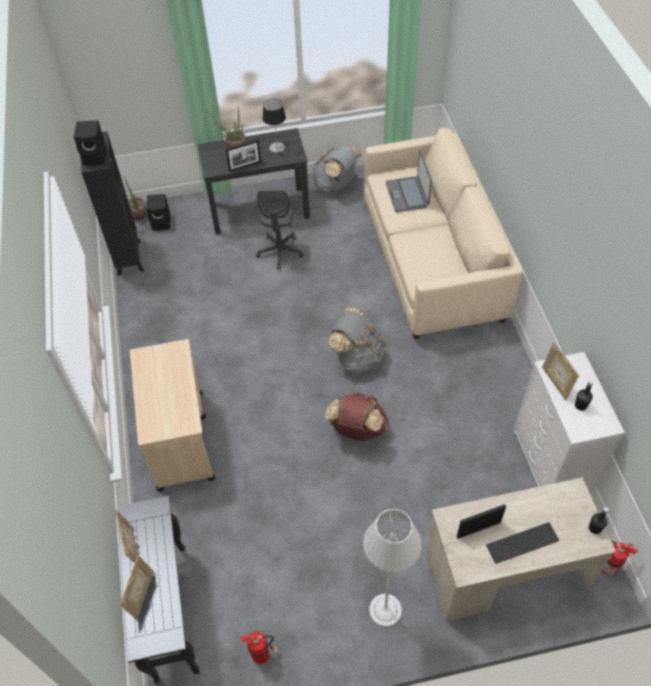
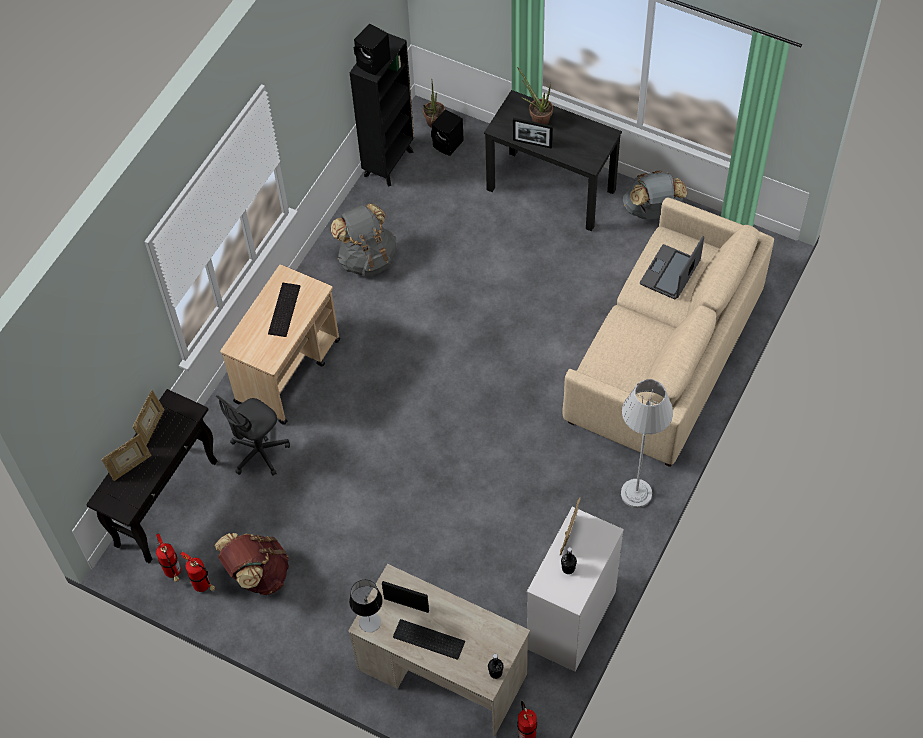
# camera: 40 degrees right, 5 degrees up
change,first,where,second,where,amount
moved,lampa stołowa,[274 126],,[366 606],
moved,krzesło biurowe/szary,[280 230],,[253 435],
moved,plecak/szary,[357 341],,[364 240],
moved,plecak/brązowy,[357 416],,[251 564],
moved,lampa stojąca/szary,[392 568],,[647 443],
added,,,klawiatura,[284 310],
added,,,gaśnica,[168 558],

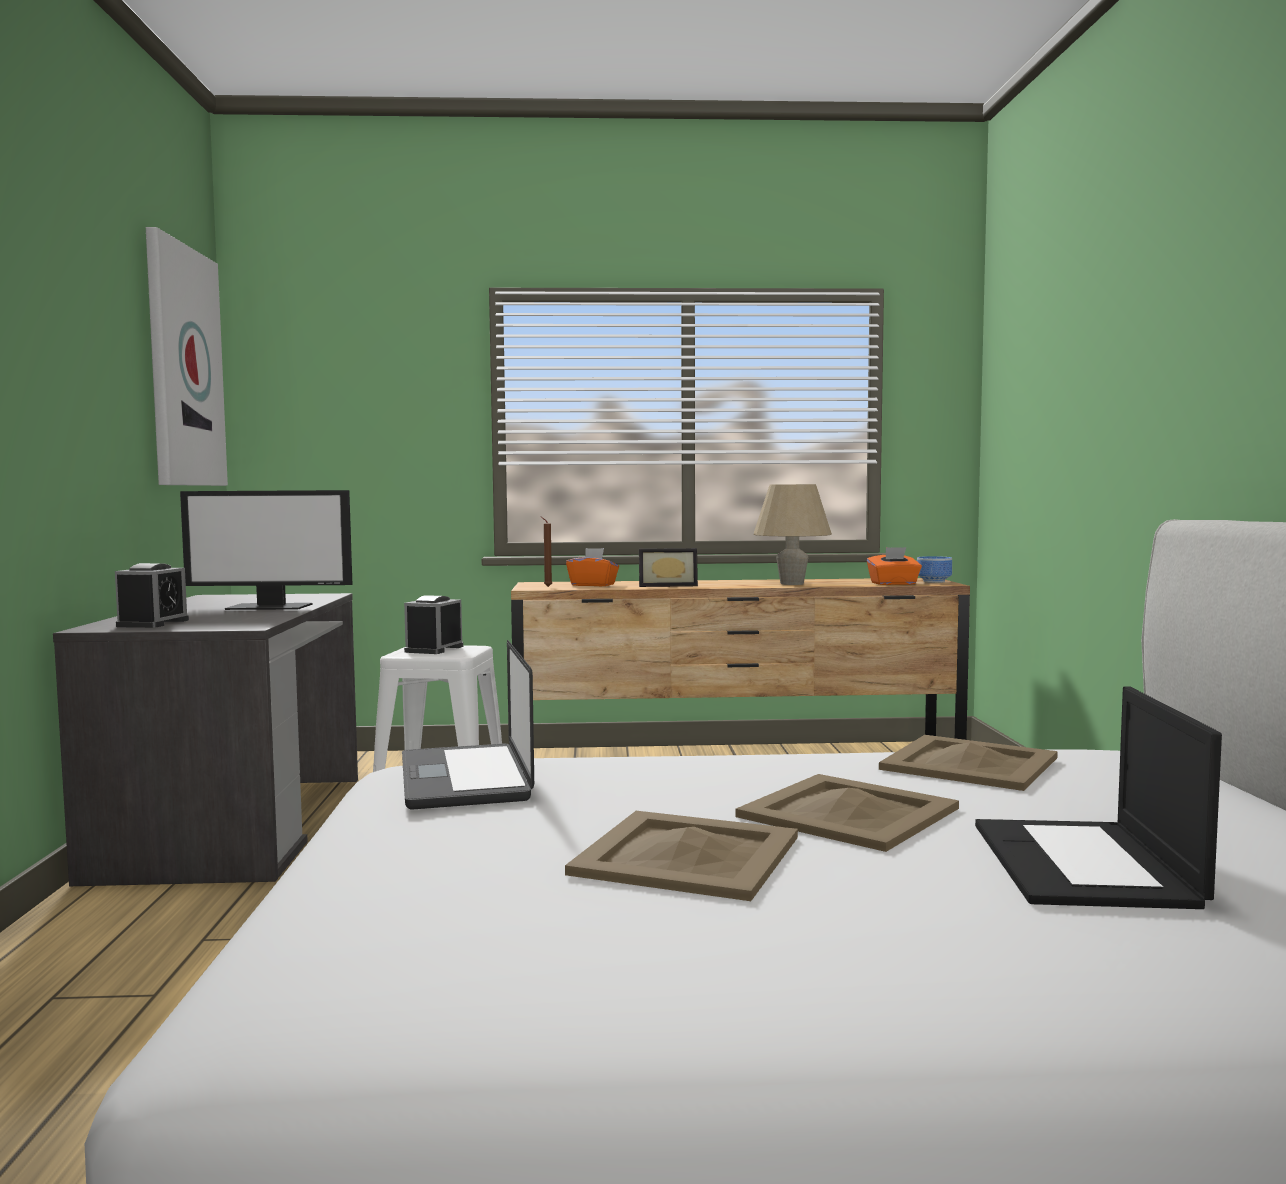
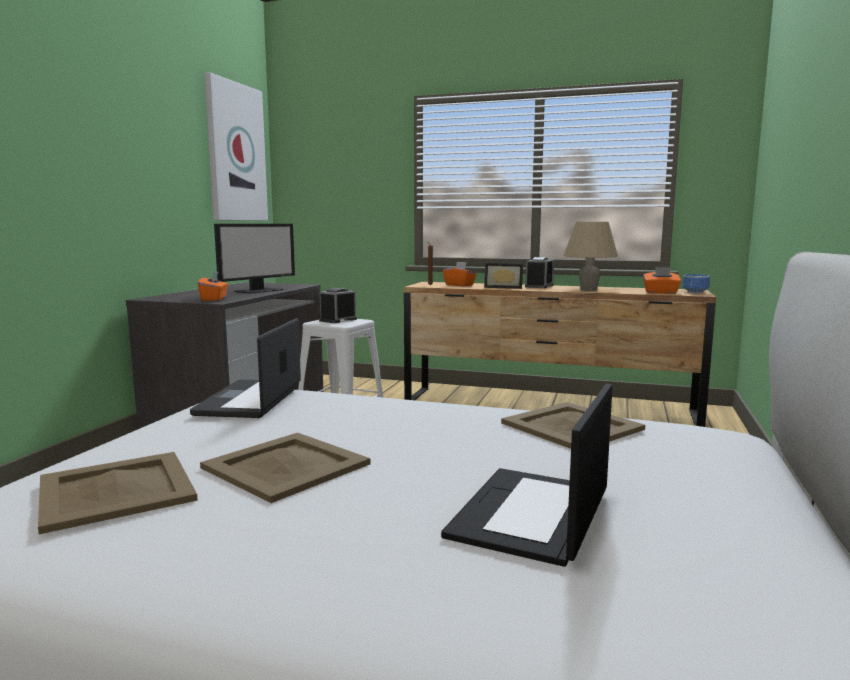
# camera: 20 degrees right, 5 degrees up
change,first,where,second,where,amount
turned,monitor,[266 550],,[254 259],75 degrees counterclockwise
moved,budzik,[152 595],,[539 272],
moved,taca/beżowy,[847 813],,[118 493],
added,,,pudełko chusteczek/pomarańczowy,[213 286],

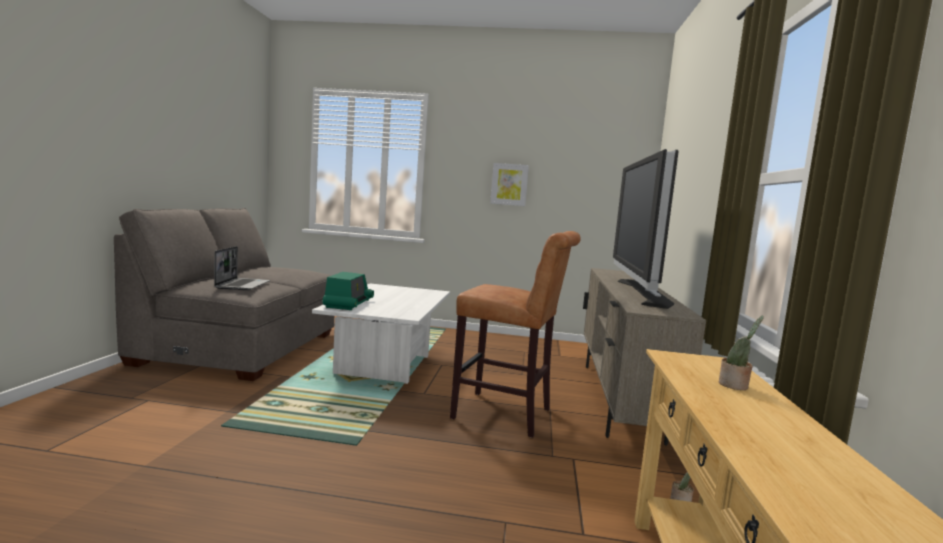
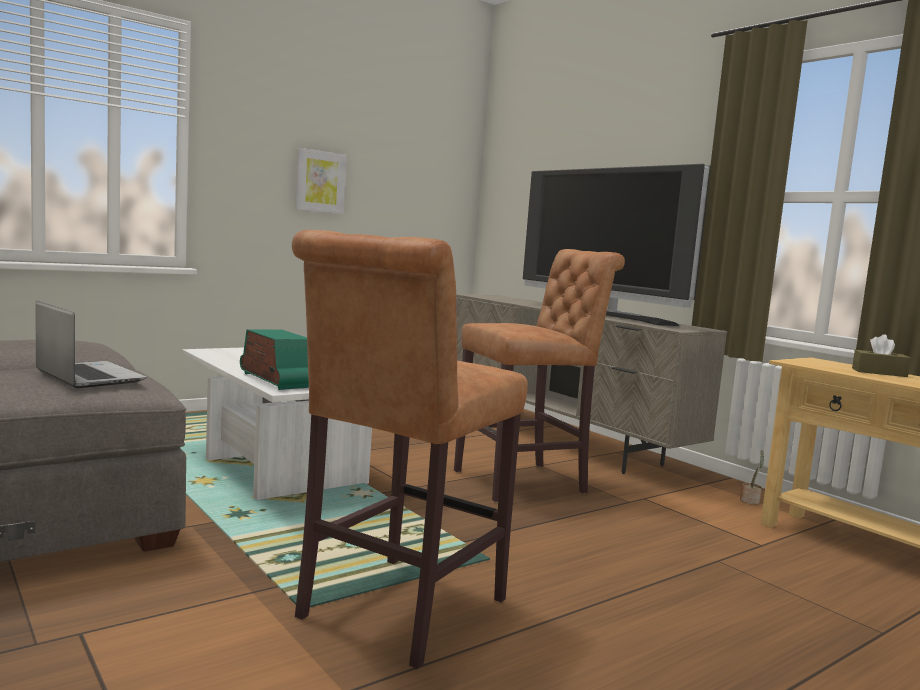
# camera: 45 degrees left, 0 degrees up
change,first,where,second,where,amount
replaced,roślina doniczkowa,[741 353],pudełko chusteczek/brązowy,[881 355],
added,,,stołek/brązowy,[410 449],

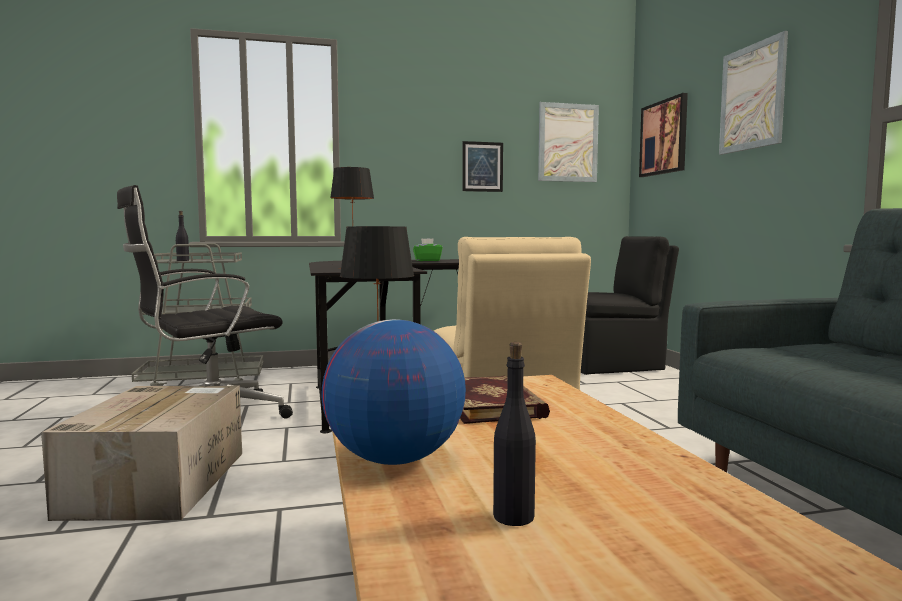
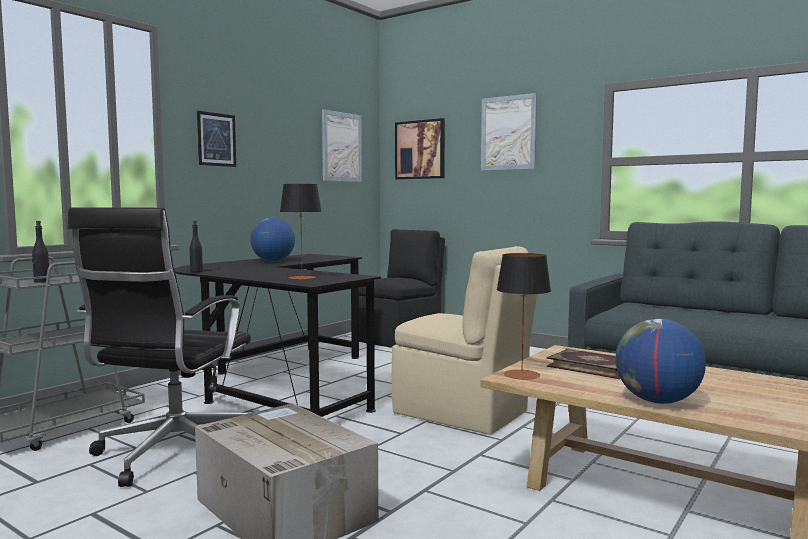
# camera: 40 degrees left, 0 degrees up
change,first,where,second,where,amount
moved,obraz,[482 166],,[216 139],
replaced,pudełko chusteczek/zielony,[428 249],globus,[272 239],
moved,butelka/czarny,[514 434],,[196 246],

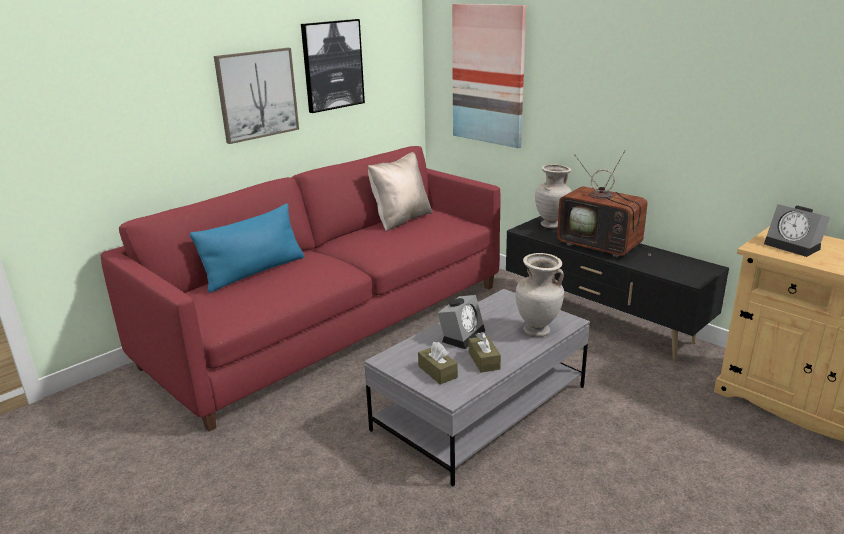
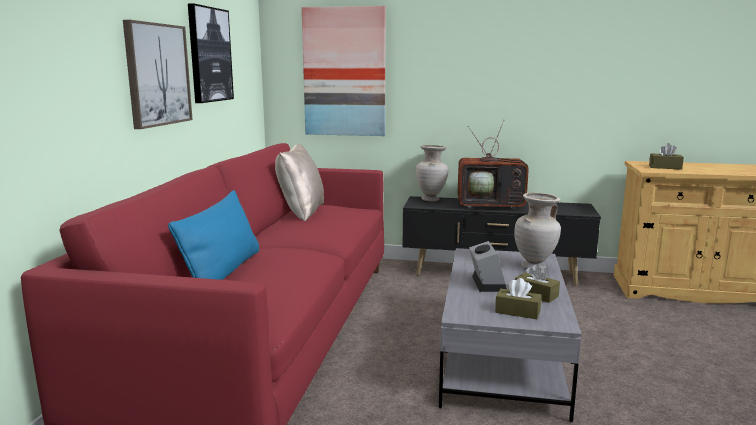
# camera: 35 degrees left, 10 degrees down
change,first,where,second,where,amount
replaced,budzik,[797 230],pudełko chusteczek/brązowy,[666 156],

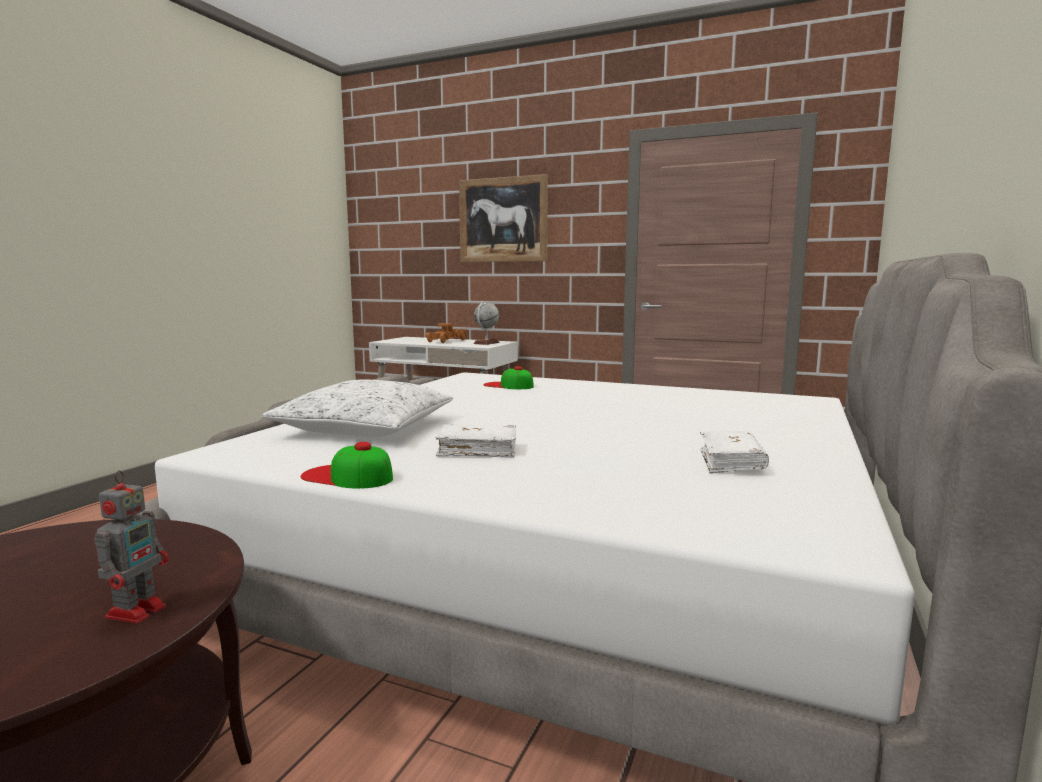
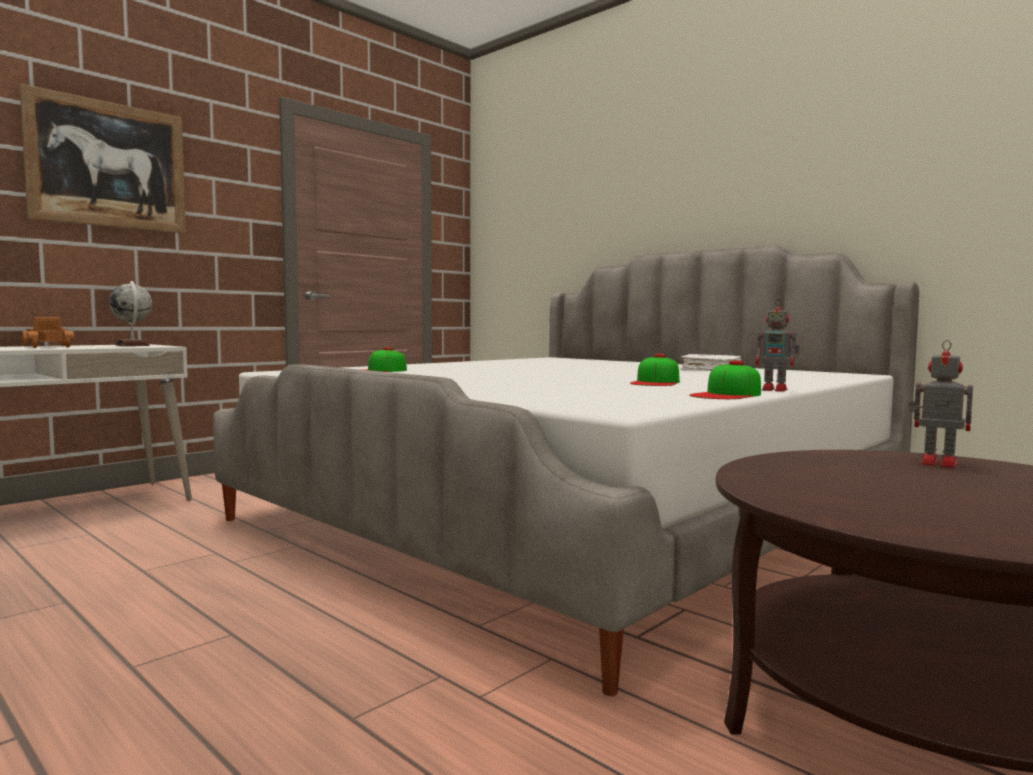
# camera: 70 degrees left, 5 degrees down
change,first,where,second,where,amount
removed,poduszka/biały,[357 408],,,
replaced,książka/biały,[476 441],czapka z daszkiem,[655 370],
added,,,robot zabawkowy,[778 345],

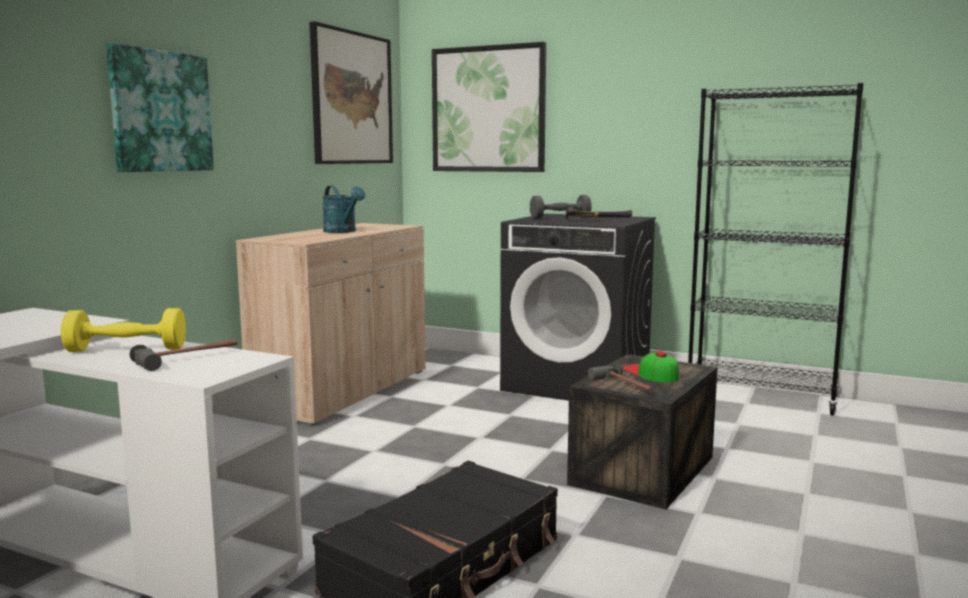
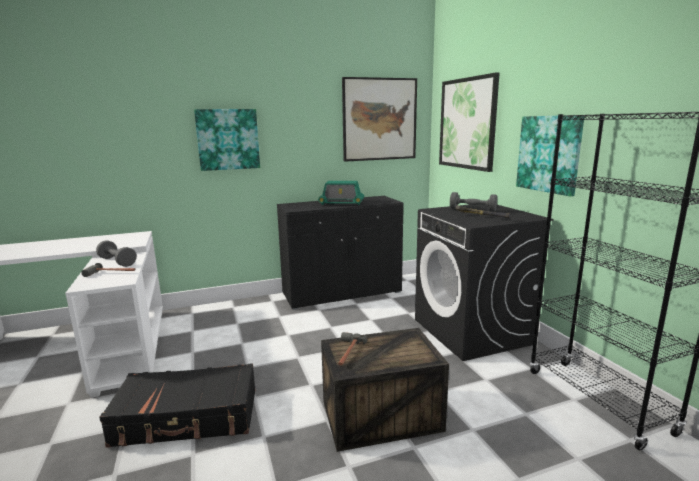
# camera: 45 degrees right, 5 degrees up
change,first,where,second,where,amount
replaced,konewka/turkusowy,[343 209],radio,[341 193],
recoloured,szafka/beżowy,[330 325],szafka/czarny,[340 253],
recoloured,hantel/żółty,[123 330],hantel/szary,[116 254],
removed,czapka z daszkiem,[651 366],,,
added,,,obraz,[550 156],

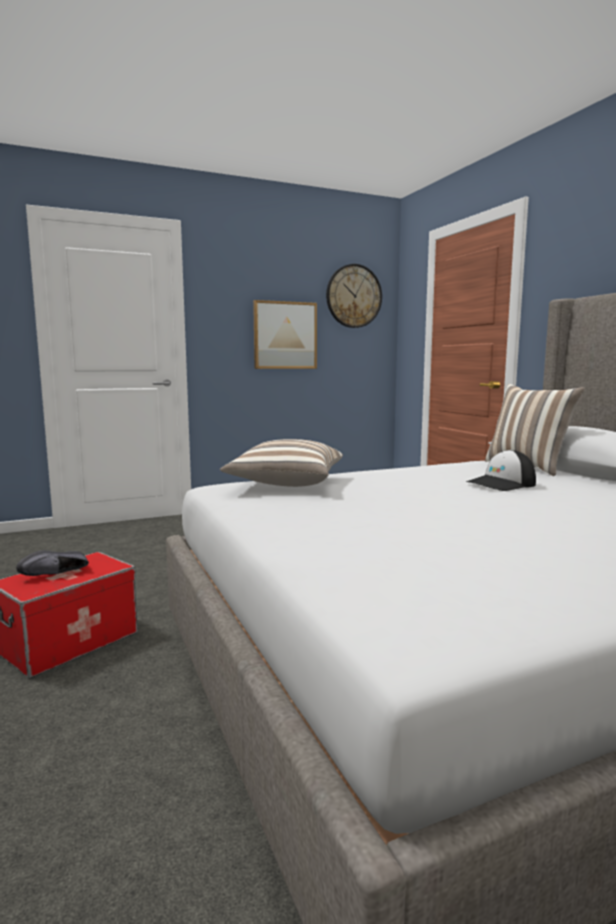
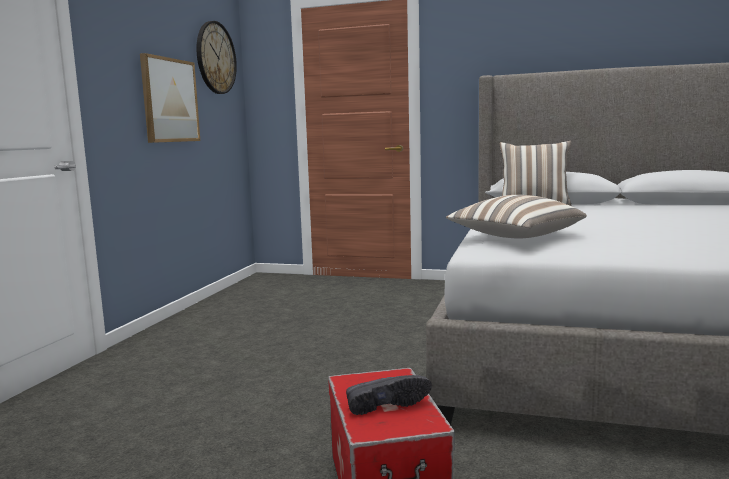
# camera: 50 degrees left, 0 degrees up
change,first,where,second,where,amount
removed,czapka z daszkiem,[501 470],,,
turned,but/czarny,[52 563],,[389 395],105 degrees counterclockwise

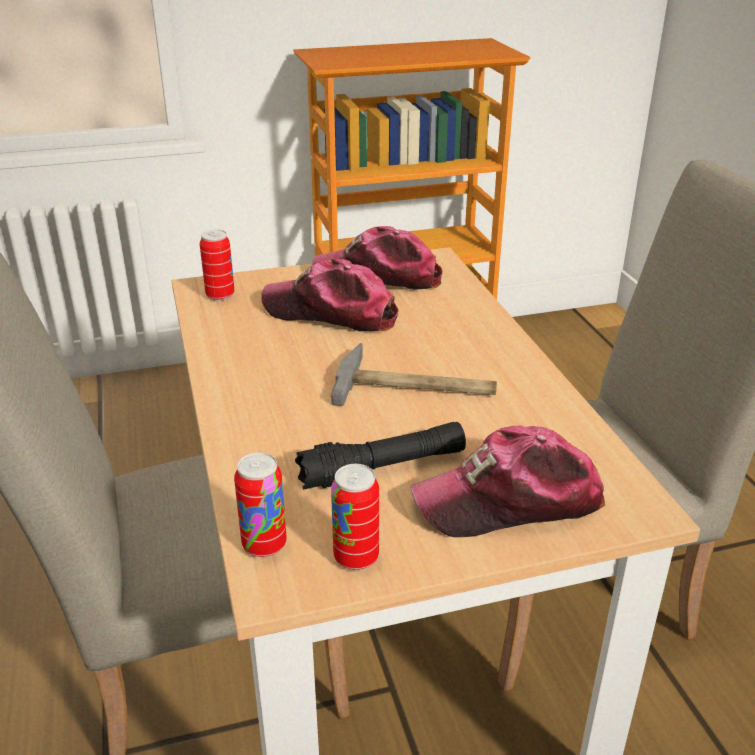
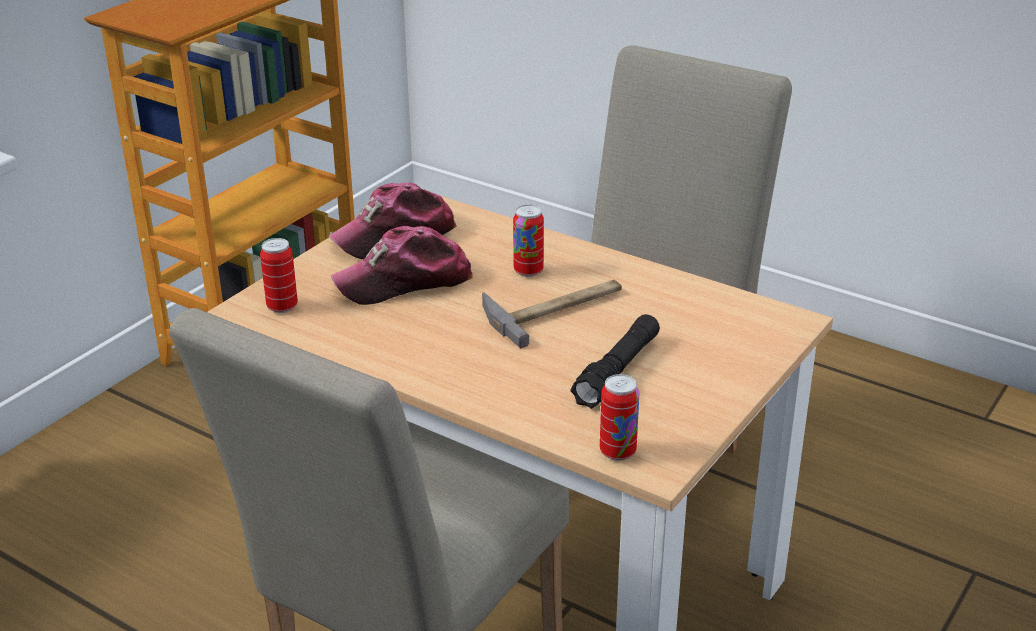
# camera: 40 degrees left, 0 degrees up
change,first,where,second,where,amount
removed,czapka z daszkiem,[508 481],,,
moved,puszka,[355 517],,[528 240],

